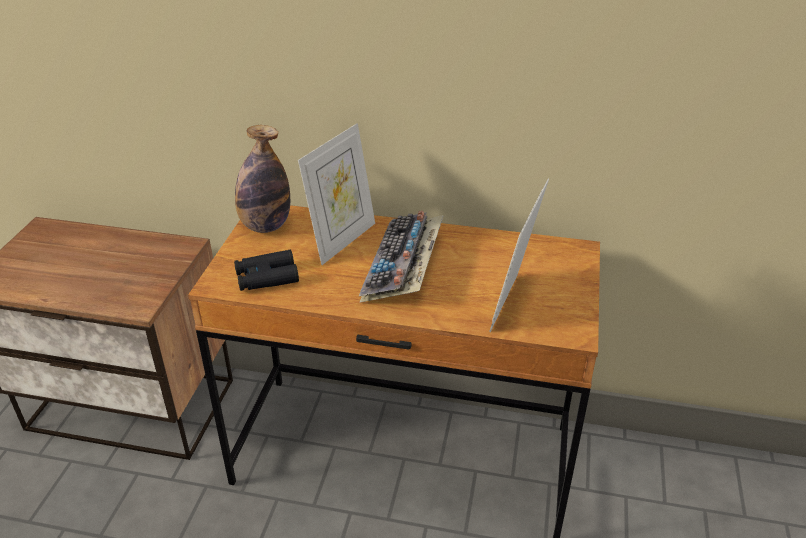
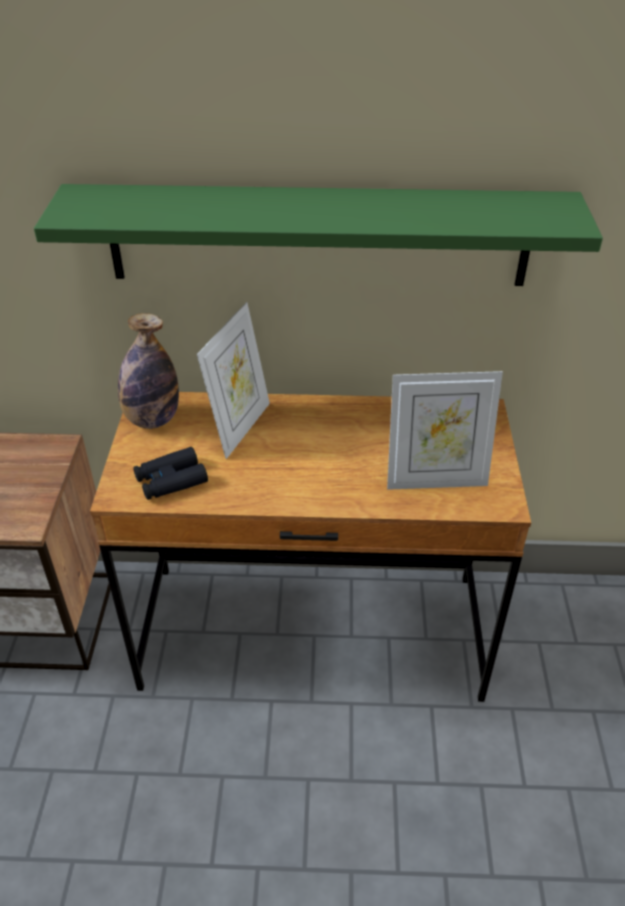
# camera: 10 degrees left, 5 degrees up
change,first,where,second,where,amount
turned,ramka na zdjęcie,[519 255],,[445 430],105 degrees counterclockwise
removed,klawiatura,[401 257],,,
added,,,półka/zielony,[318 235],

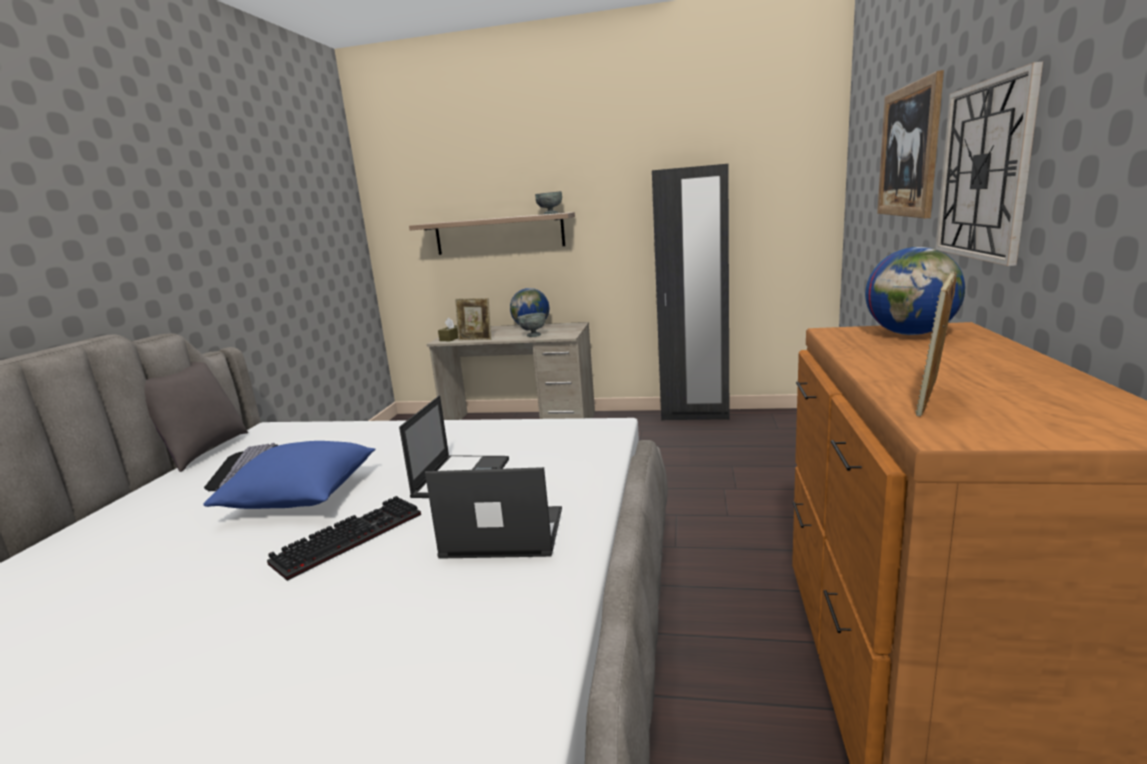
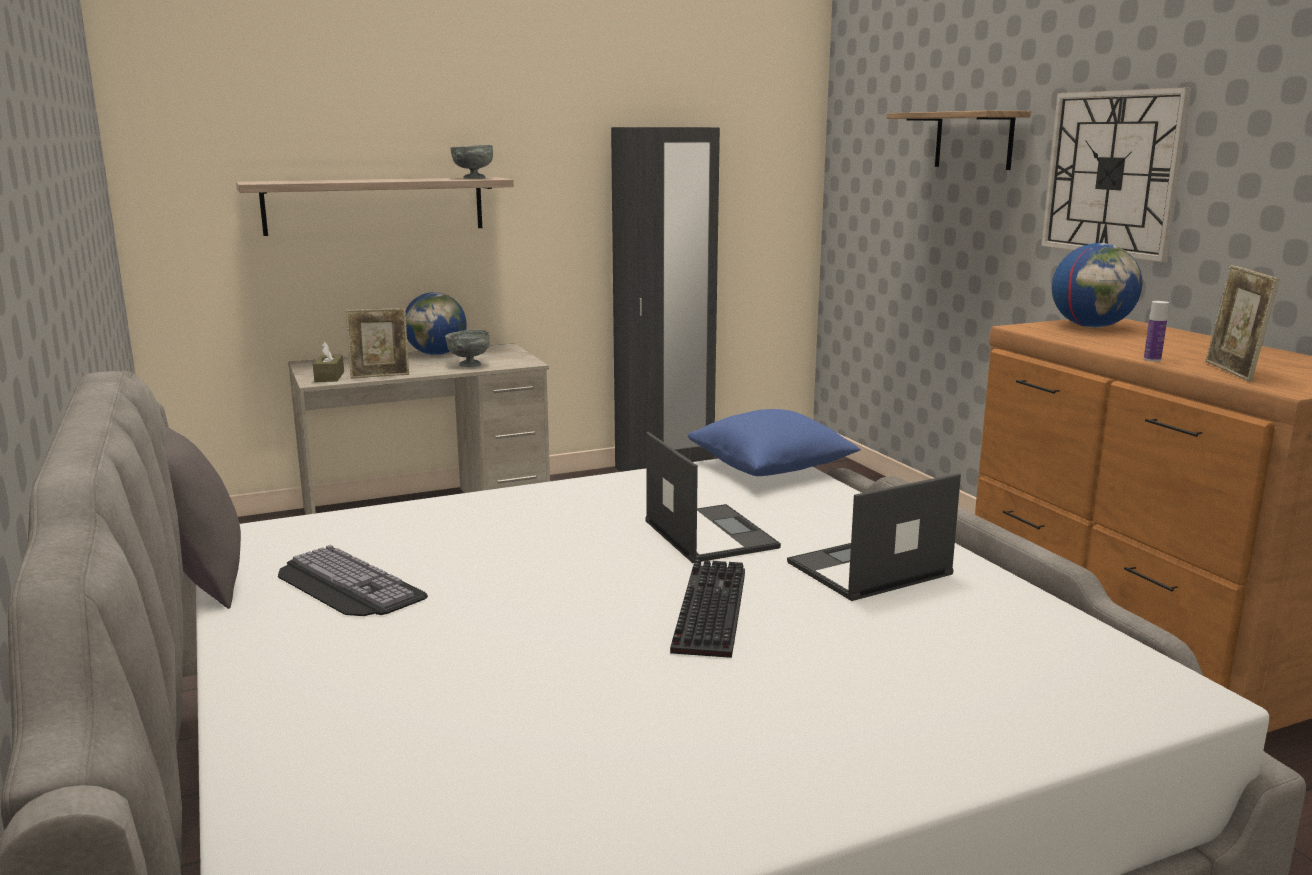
# camera: 35 degrees left, 0 degrees up
change,first,where,second,where,amount
replaced,obraz,[910 144],półka,[959 140],
moved,poduszka/niebieski,[289 475],,[774 442],
added,,,butelka,[1156 331],

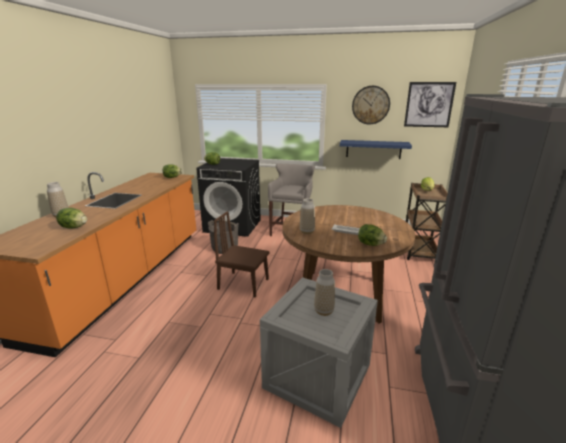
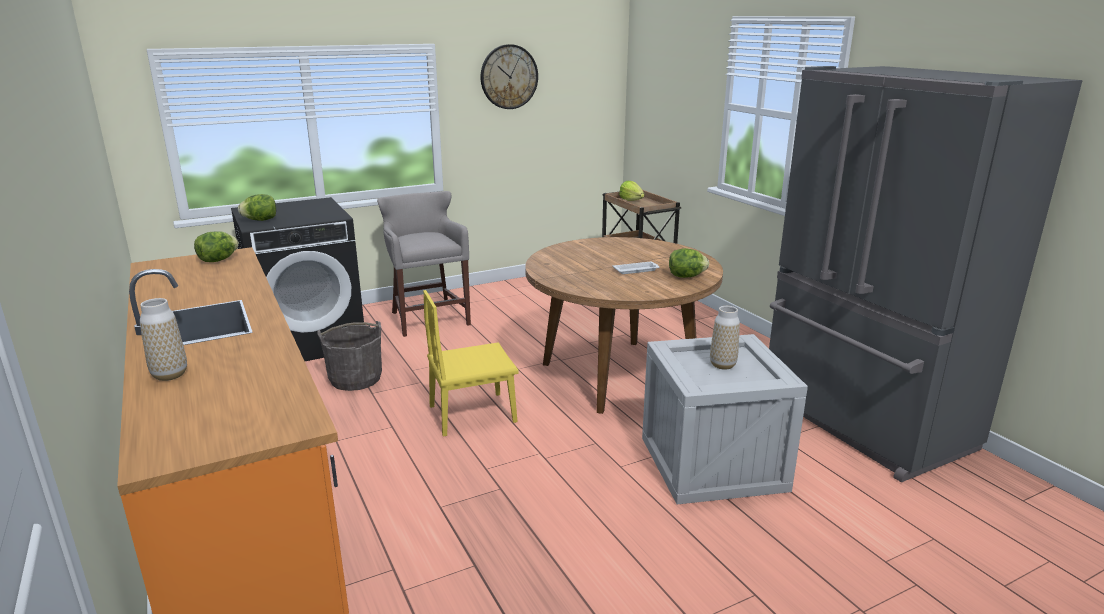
# camera: 40 degrees left, 0 degrees up
change,first,where,second,where,amount
removed,obraz,[430 104],,,
removed,półka/niebieski,[376 149],,,
removed,wazon,[307 216],,,
removed,sałata,[71 218],,,
recoloured,krzesło/brązowy,[241 254],krzesło/żółty,[471 363],

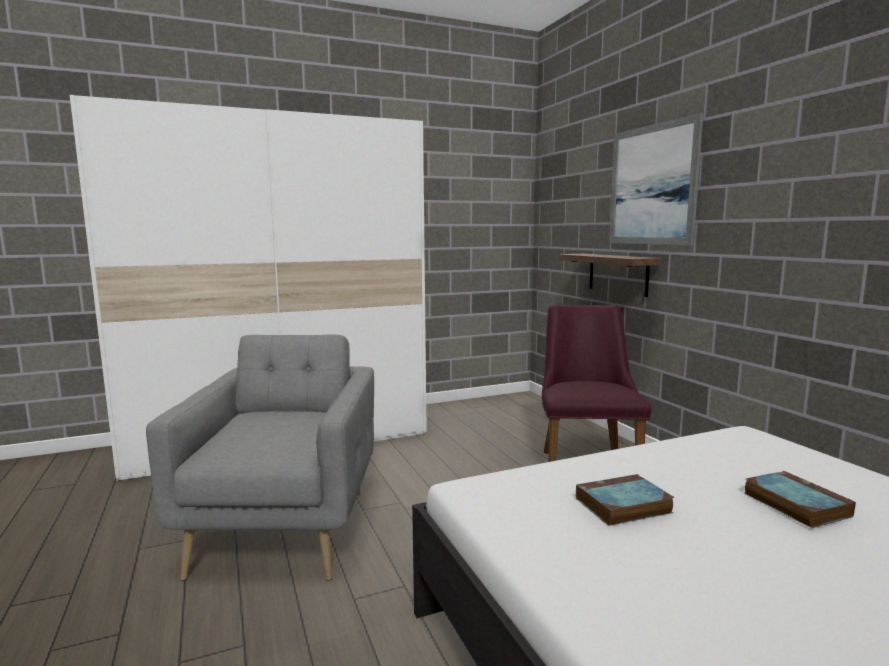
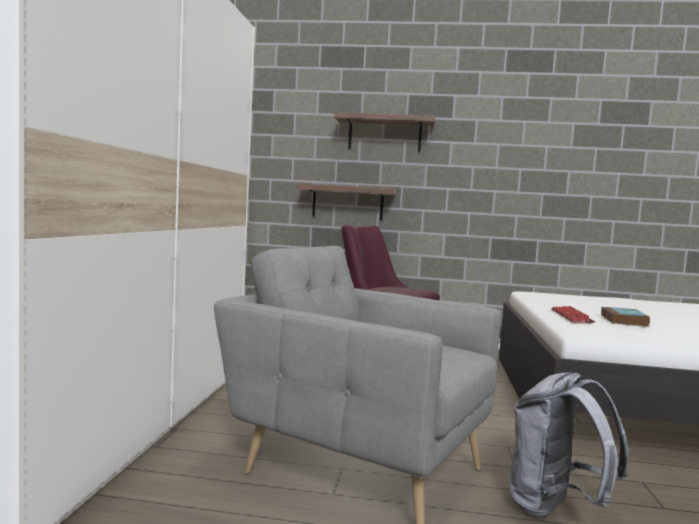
# camera: 60 degrees left, 5 degrees down
change,first,where,second,where,amount
replaced,obraz,[656 179],półka,[384 132],
removed,książka,[800 499],,,
added,,,klawiatura,[573 315],
added,,,plecak/szary,[569 444],

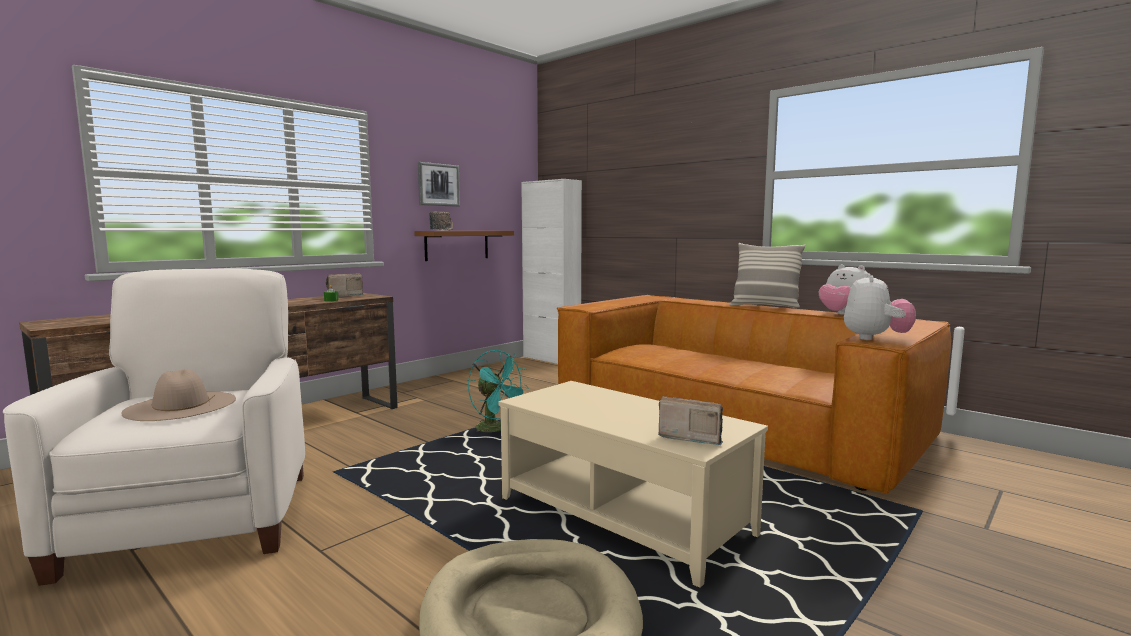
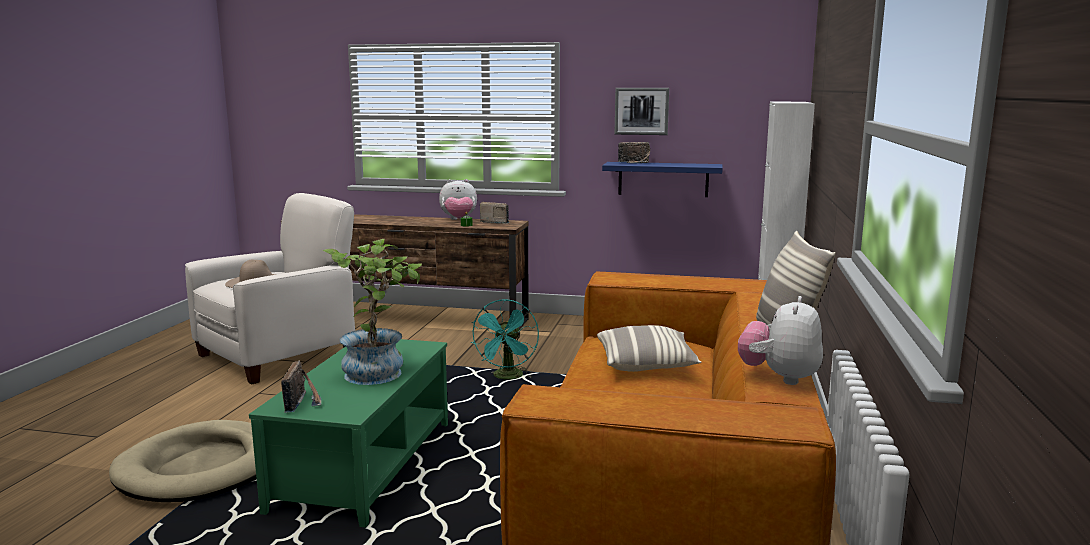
# camera: 60 degrees right, 5 degrees up
change,first,where,second,where,amount
recoloured,półka/brązowy,[464 246],półka/niebieski,[662 179],
moved,pluszak,[880 307],,[458 199],
recoloured,ława/beżowy,[633 484],ława/zielony,[348 433],
added,,,roślina doniczkowa,[372 312],
added,,,poduszka,[649 348],

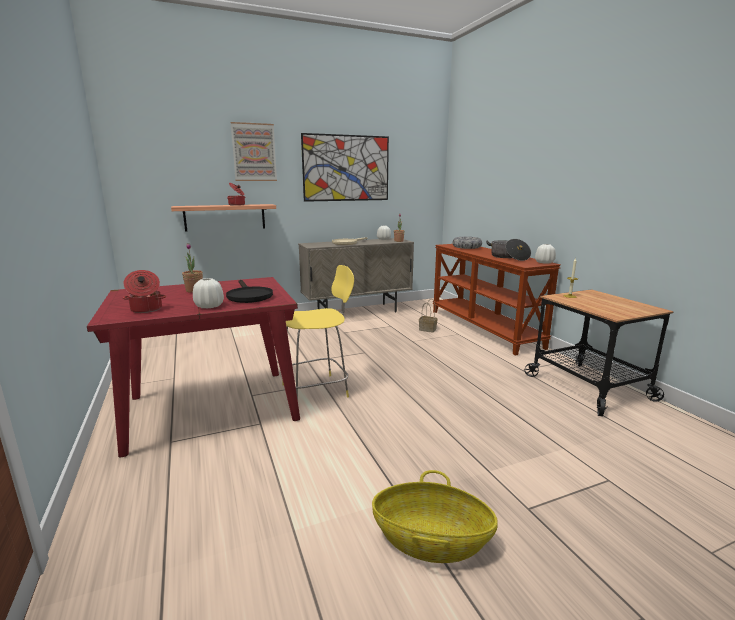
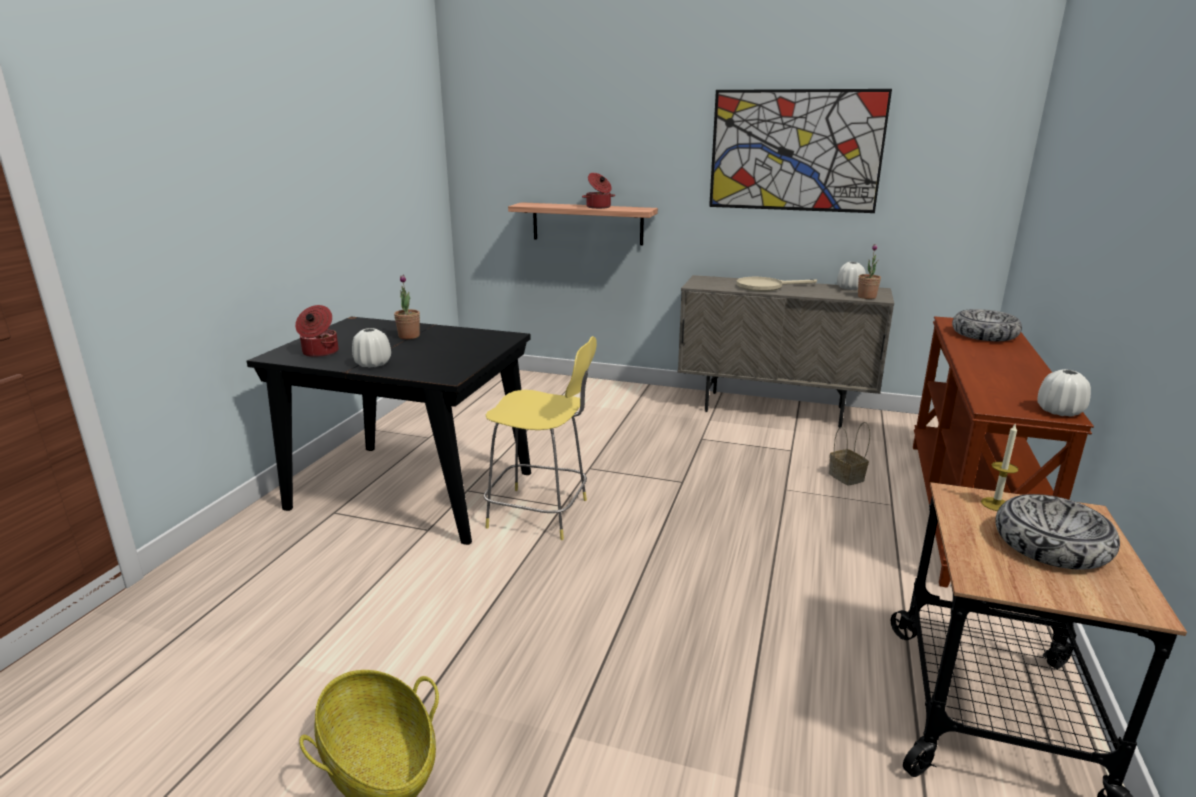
# camera: 40 degrees right, 5 degrees up
change,first,where,second,where,amount
removed,obraz,[253 151],,,
removed,garnek,[508 250],,,
recoloured,stół jadalny/czerwony,[193 367],stół jadalny/czarny,[389 431],
removed,patelnia/czarny,[249 291],,,
added,,,miska,[1057 532],

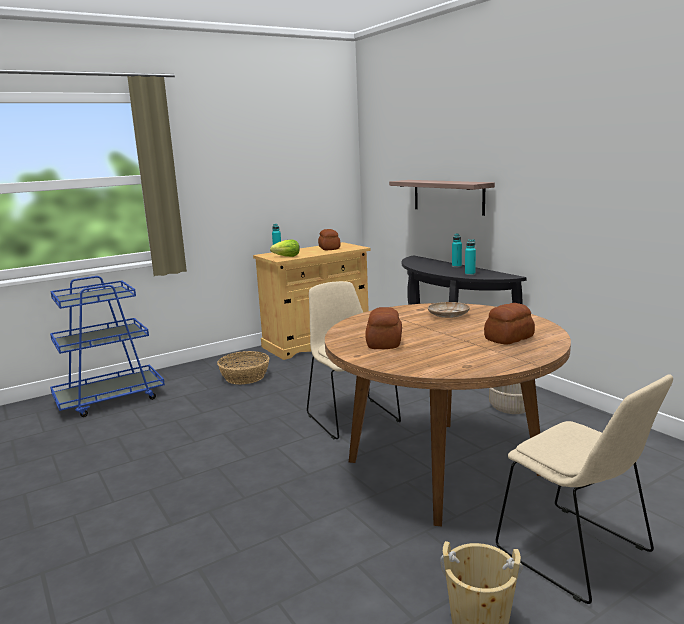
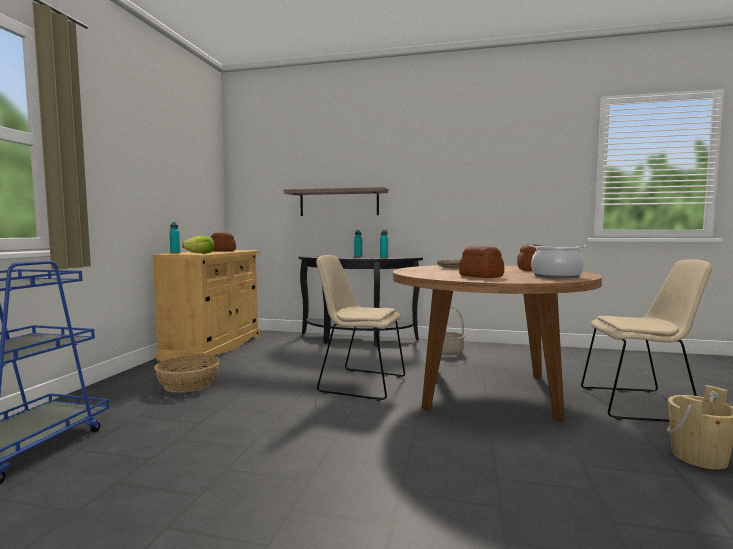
# camera: 45 degrees left, 10 degrees down
change,first,where,second,where,amount
added,,,garnek,[558 262],

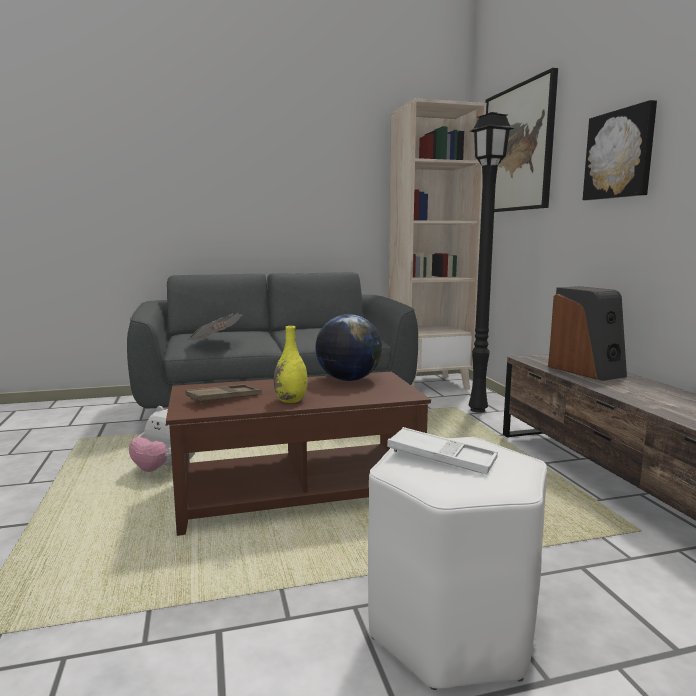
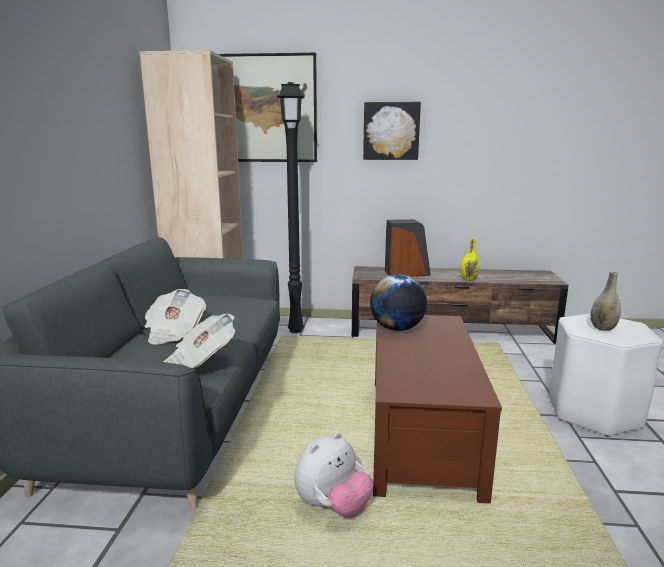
# camera: 70 degrees left, 5 degrees up
change,first,where,second,where,amount
moved,wazon/żółty,[291 364],,[470 260],
removed,taca/brązowy,[223 394],,,
replaced,taca/biały,[442 450],wazon/szary,[605 301],
added,,,gazeta,[175 317],

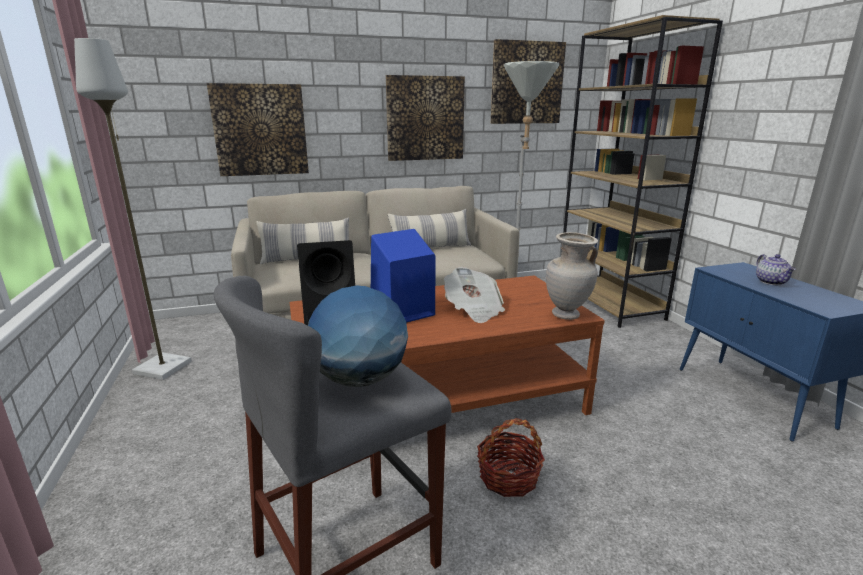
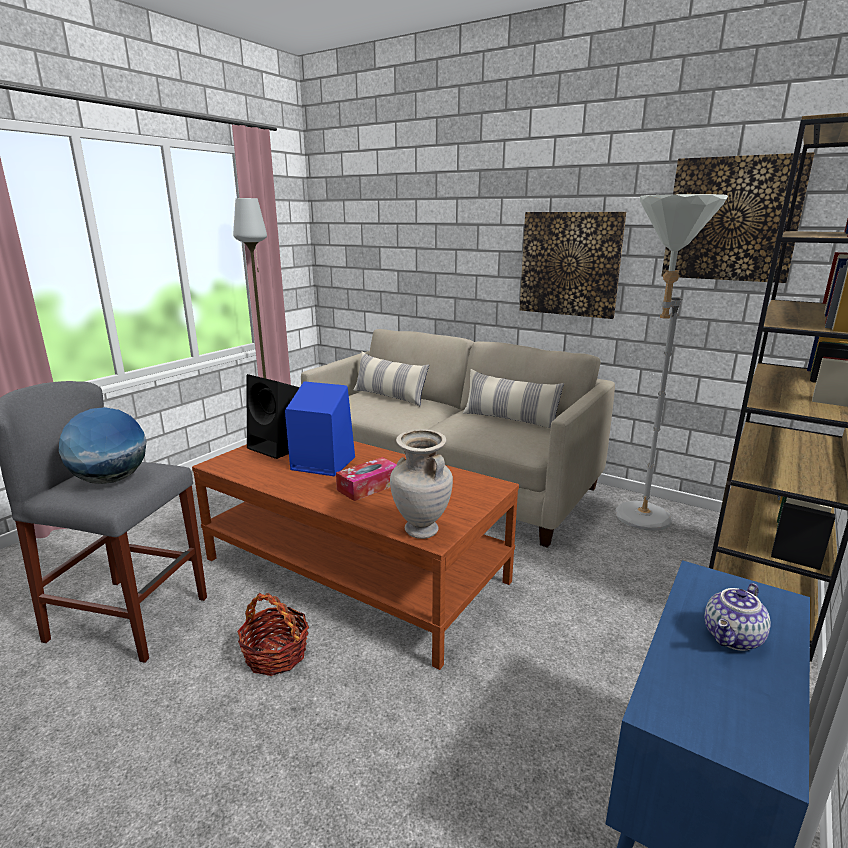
# camera: 50 degrees right, 0 degrees up
change,first,where,second,where,amount
removed,obraz,[258 129],,,
replaced,gazeta,[474 295],pudełko chusteczek,[366 479],

